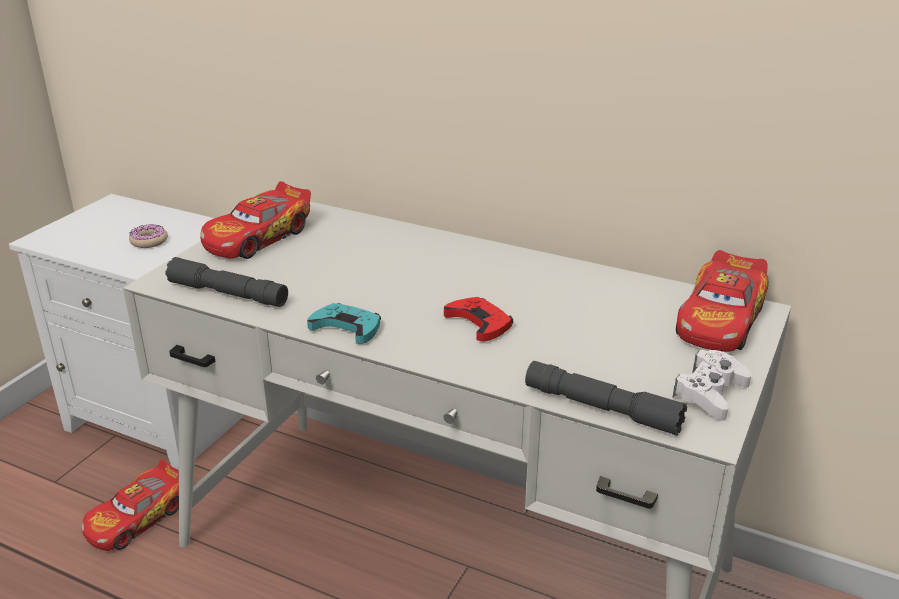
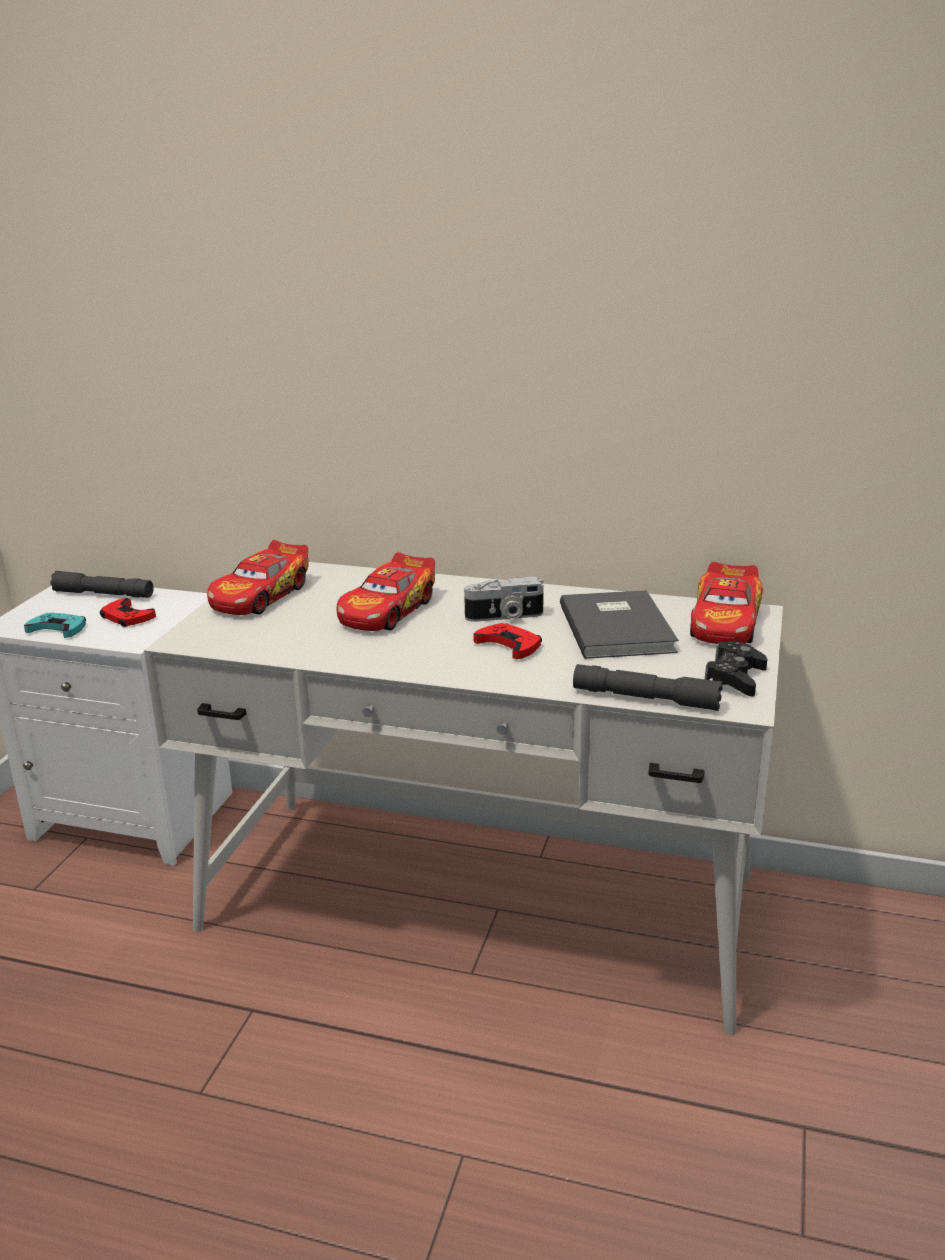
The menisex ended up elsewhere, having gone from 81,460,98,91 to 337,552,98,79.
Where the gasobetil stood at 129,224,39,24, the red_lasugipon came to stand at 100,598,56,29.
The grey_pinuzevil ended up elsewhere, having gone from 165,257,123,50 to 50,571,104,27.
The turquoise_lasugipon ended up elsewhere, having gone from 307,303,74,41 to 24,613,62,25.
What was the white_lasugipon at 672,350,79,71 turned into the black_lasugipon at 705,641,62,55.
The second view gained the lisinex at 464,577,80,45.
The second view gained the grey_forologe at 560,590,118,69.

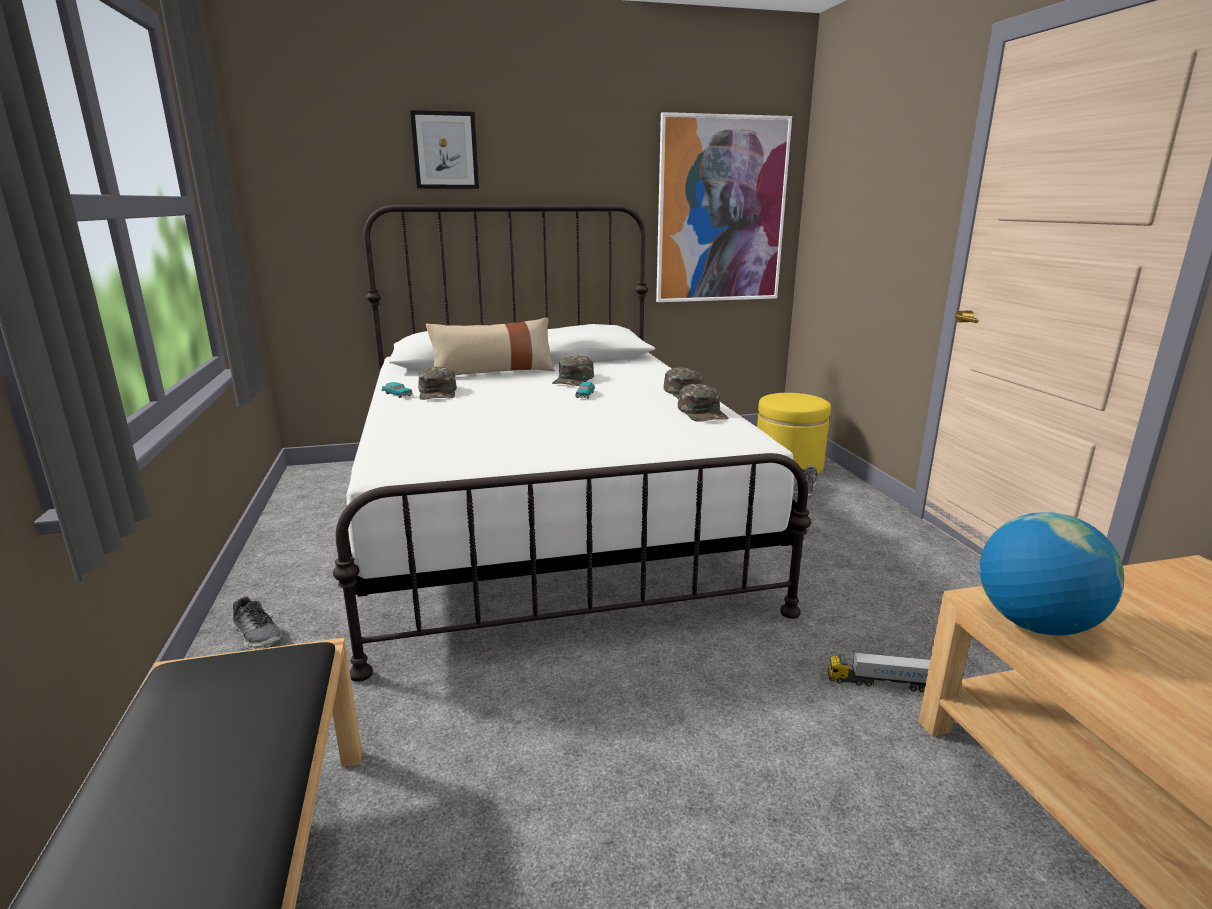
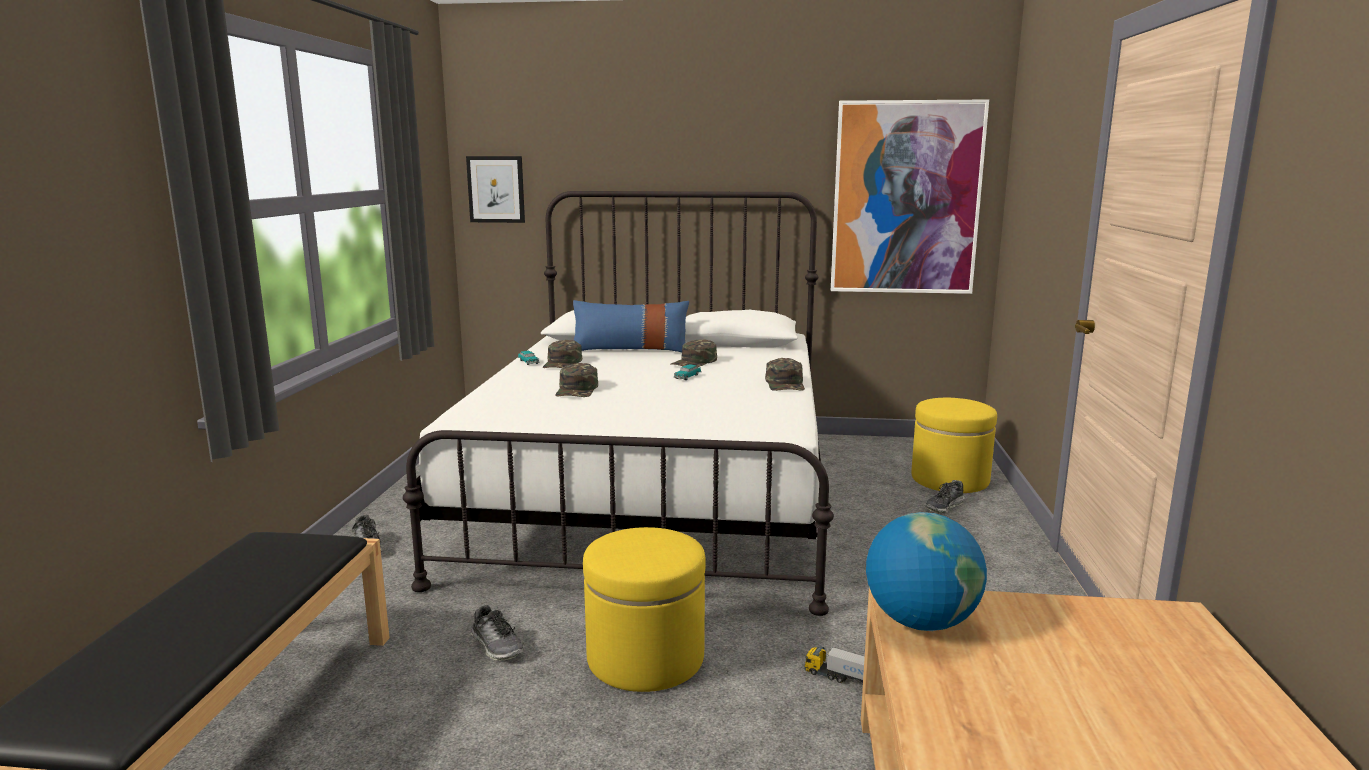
The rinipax ended up elsewhere, having gone from 410,110,69,79 to 466,156,59,67.
What was the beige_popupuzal at 426,317,129,58 turned into the blue_popupuzal at 573,300,116,52.
The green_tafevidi ended up elsewhere, having gone from 678,383,51,39 to 555,363,43,34.
The second view gained the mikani at 471,605,53,56.
The second view gained the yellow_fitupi at 583,527,123,165.

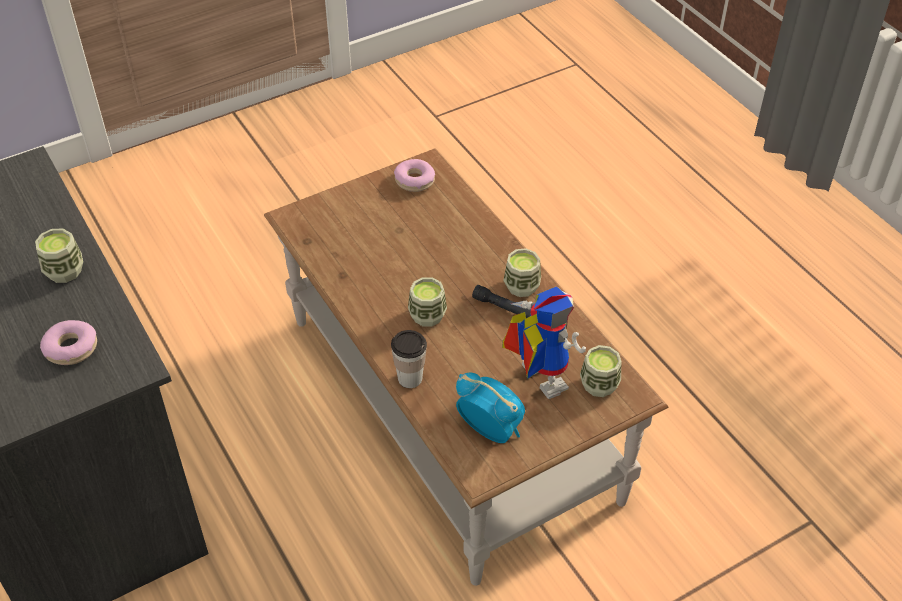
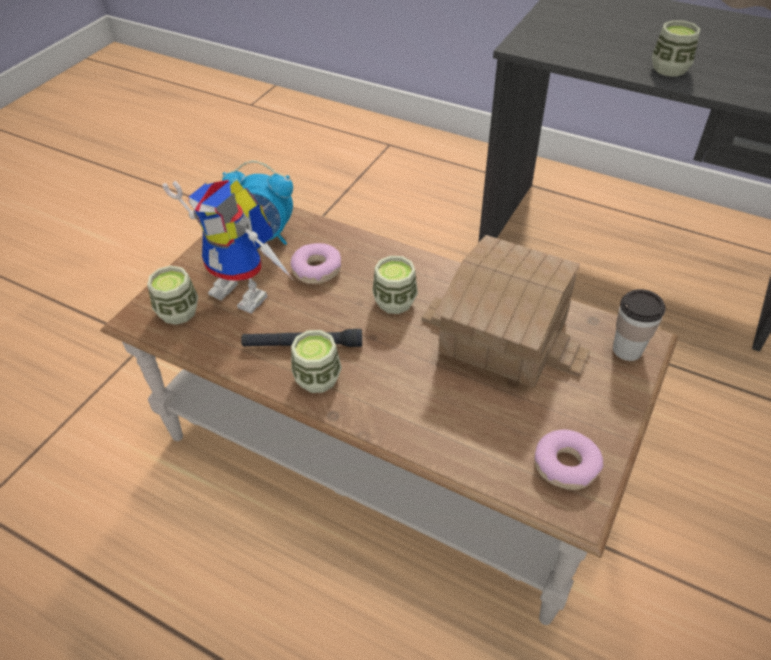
The gasobetil ended up elsewhere, having gone from 40,320,57,45 to 291,243,50,41.
The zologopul ended up elsewhere, having gone from 391,330,36,58 to 613,289,53,72.
The second view gained the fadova at 422,235,168,153.

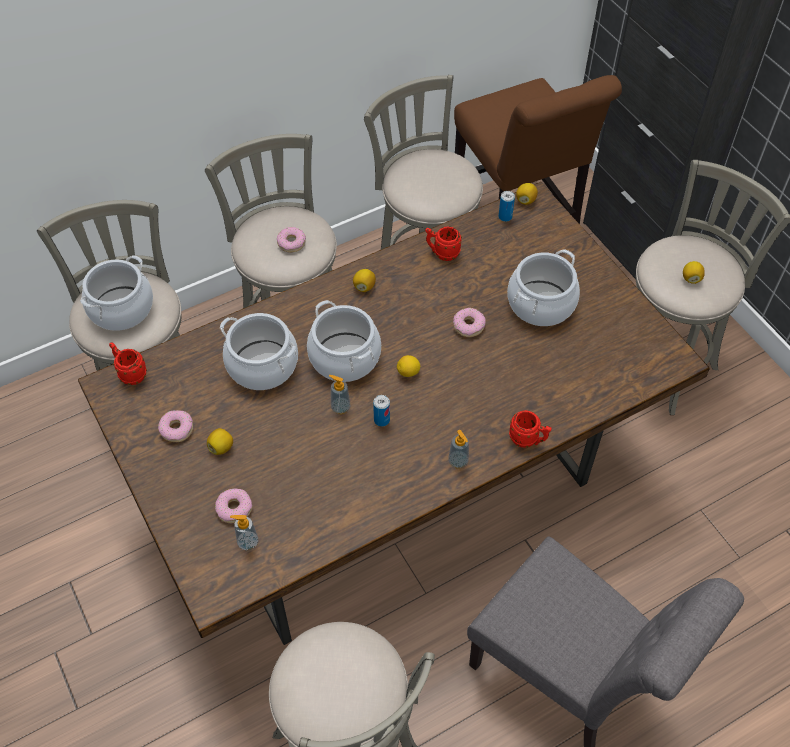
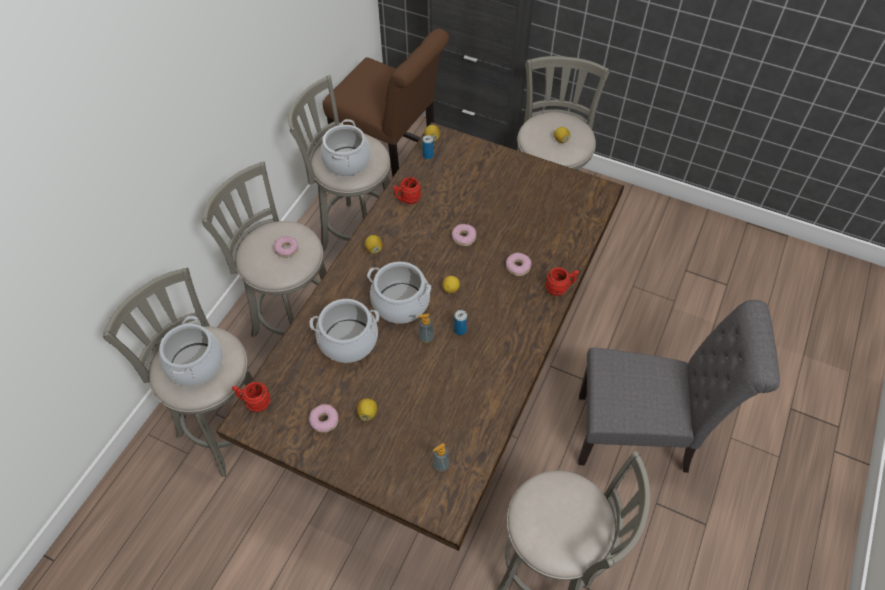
The gasobetil ended up elsewhere, having gone from 215,488,37,35 to 506,253,26,23.
The second view lost the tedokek at 448,430,21,39.
The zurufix ended up elsewhere, having gone from 507,249,73,77 to 320,119,51,57.

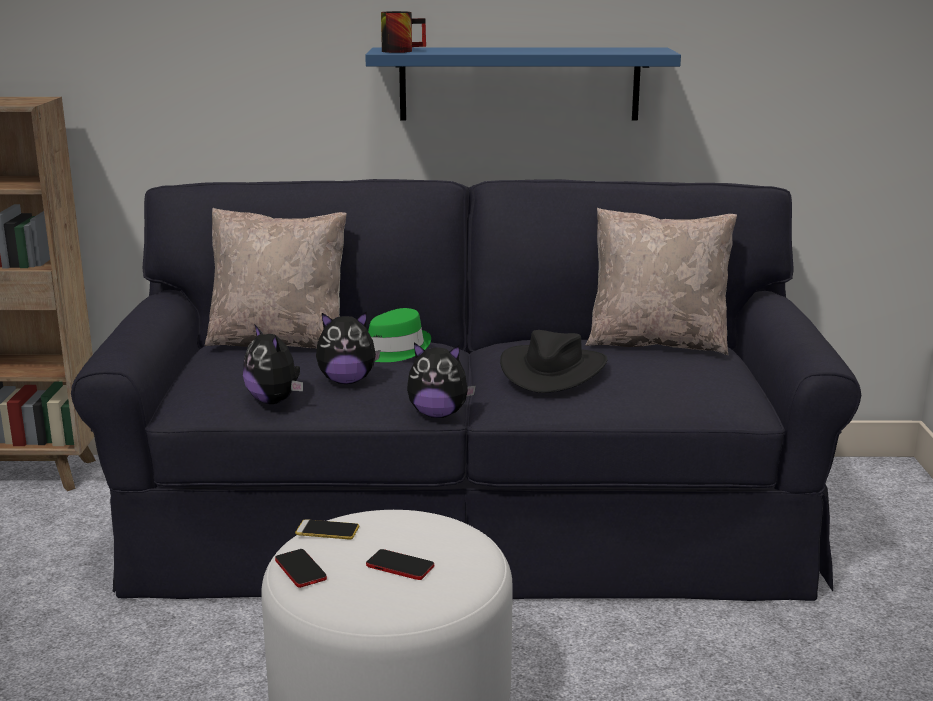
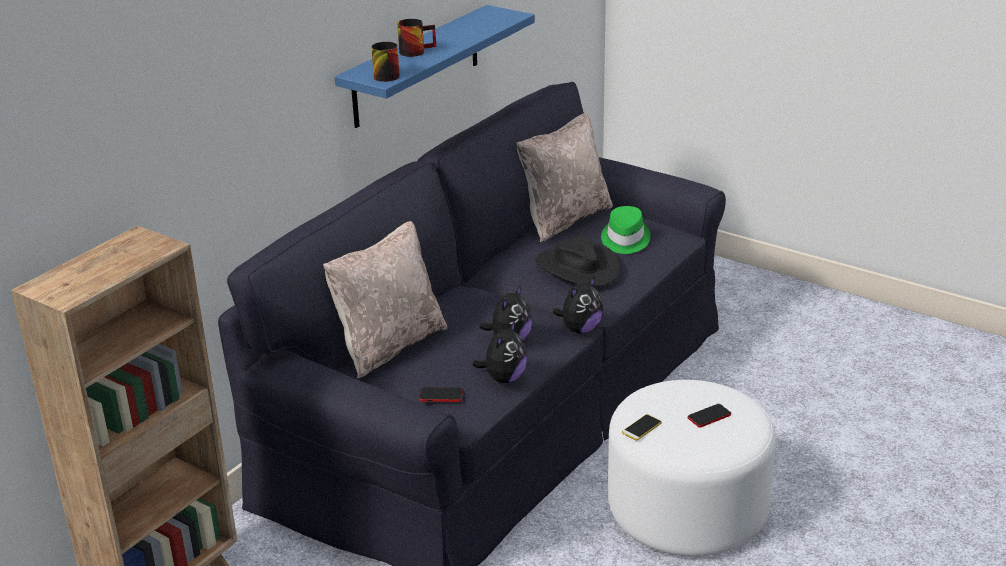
The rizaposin at 243,325,60,79 ended up facing another way, 60 degrees counterclockwise from before.
The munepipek ended up elsewhere, having gone from 275,549,52,39 to 419,387,44,15.
The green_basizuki ended up elsewhere, having gone from 368,308,63,54 to 601,206,50,48.
The second view gained the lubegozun at 397,19,39,38.

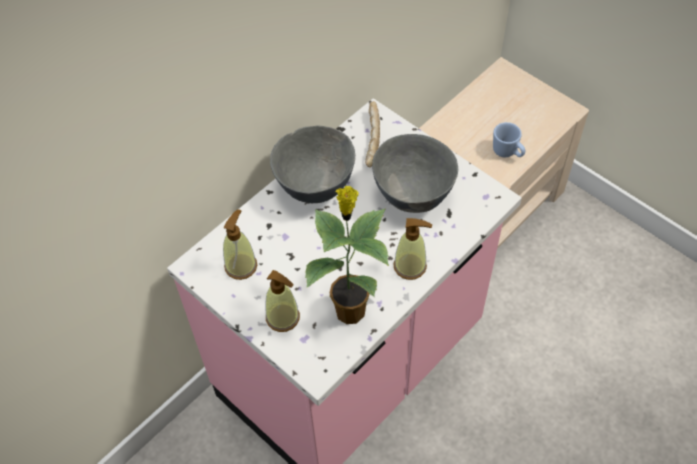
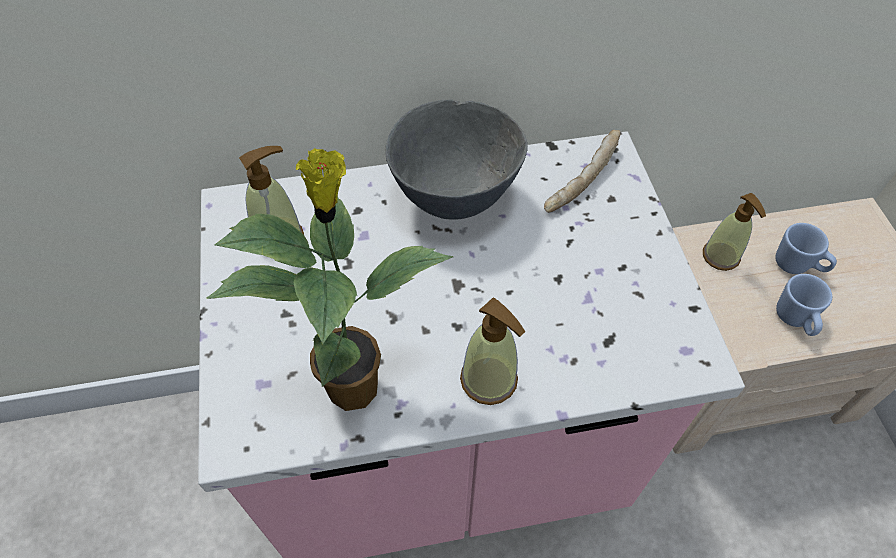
The tedokek ended up elsewhere, having gone from 265,270,35,62 to 703,193,63,78.
The second view lost the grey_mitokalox at 372,134,86,79.
The second view gained the blue_lubegozun at 775,223,62,51.

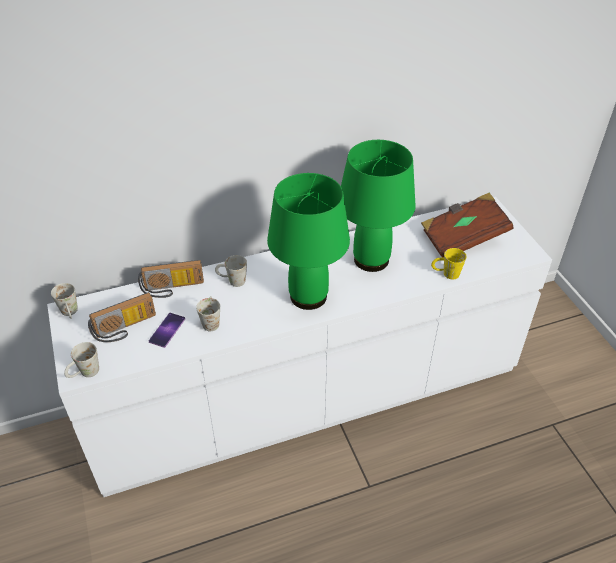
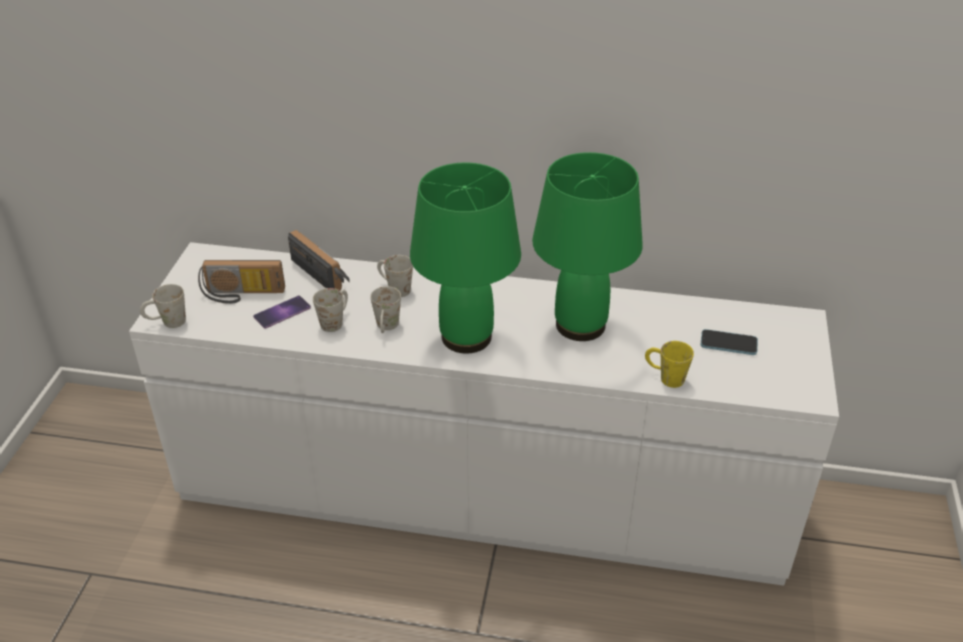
The white_lubegozun ended up elsewhere, having gone from 51,283,27,36 to 370,286,31,47.
The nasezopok at 138,260,66,38 ended up facing another way, 150 degrees counterclockwise from before.
Where the brown_forologe stood at 421,193,92,65, the munepipek came to stand at 700,329,58,26.

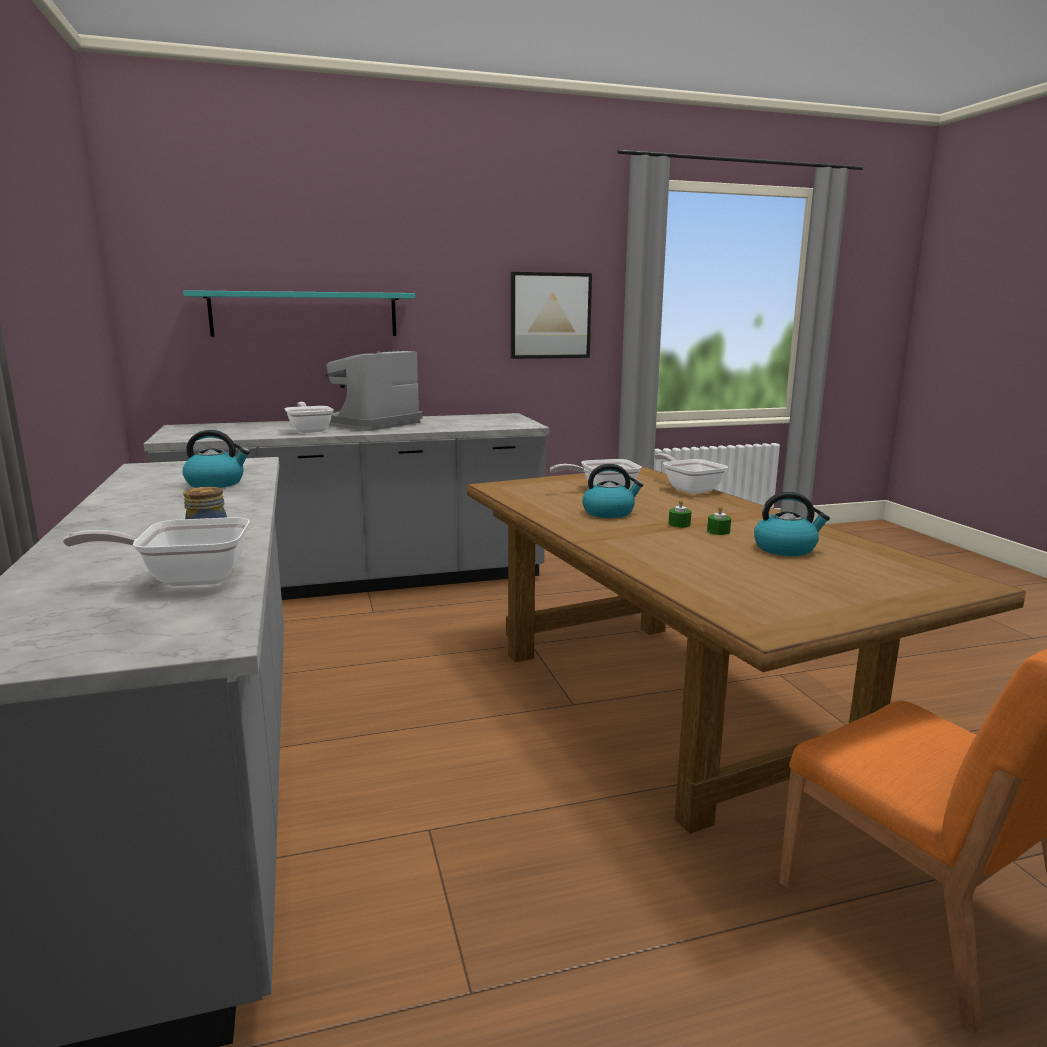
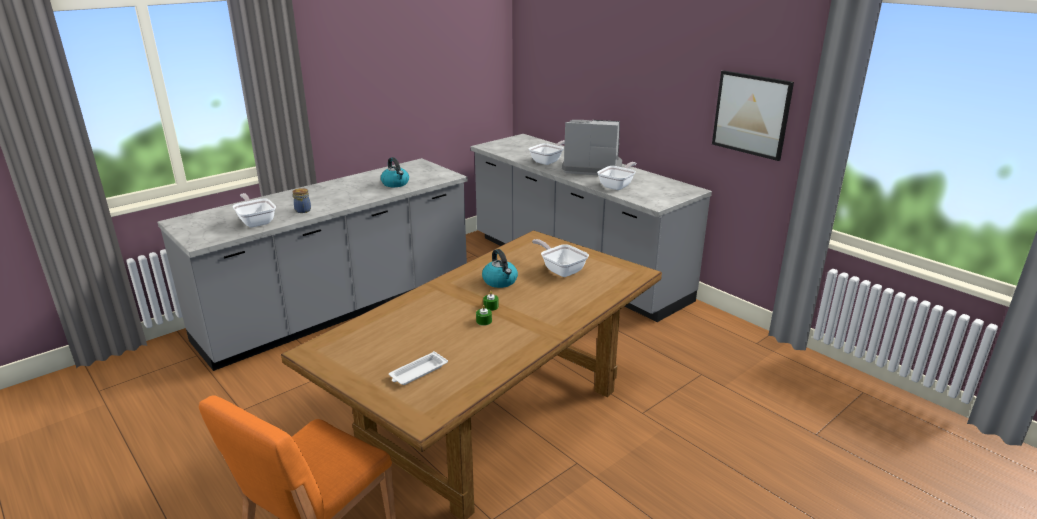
The second view lost the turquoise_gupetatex at 183,290,232,47.
The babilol ended up elsewhere, having gone from 654,453,74,41 to 597,162,39,28.
The second view lost the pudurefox at 754,492,76,64.
The second view gained the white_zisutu at 389,351,59,34.

